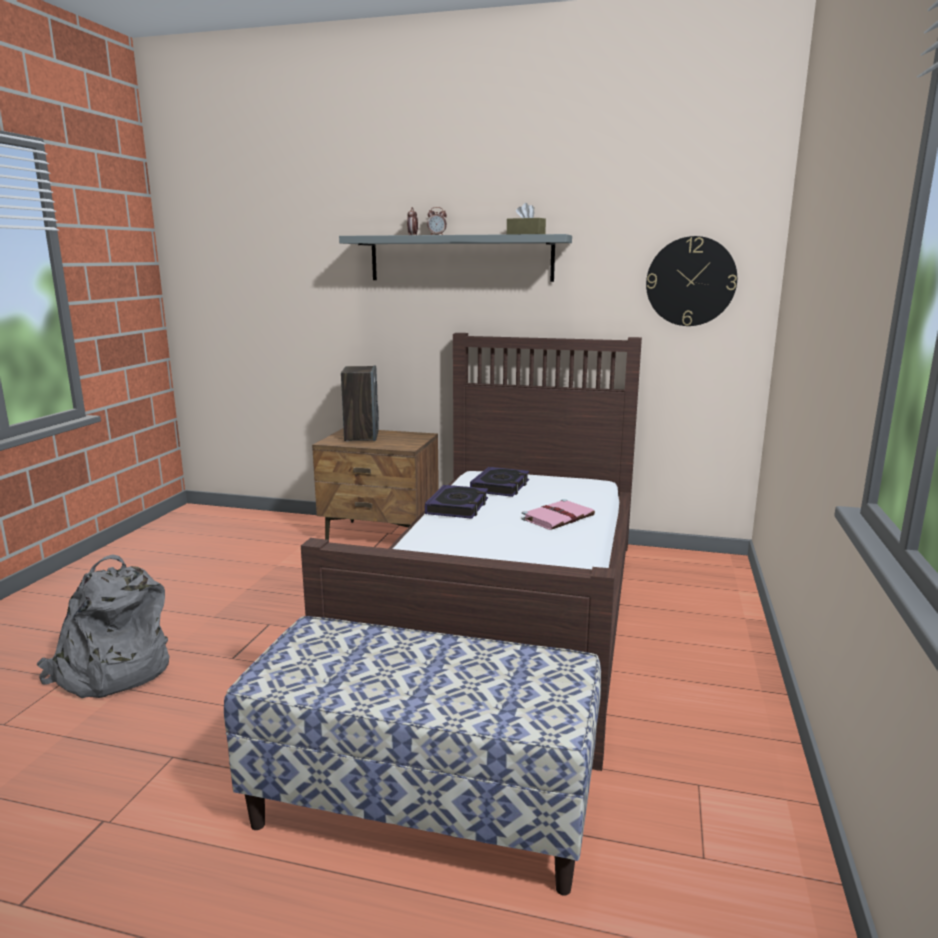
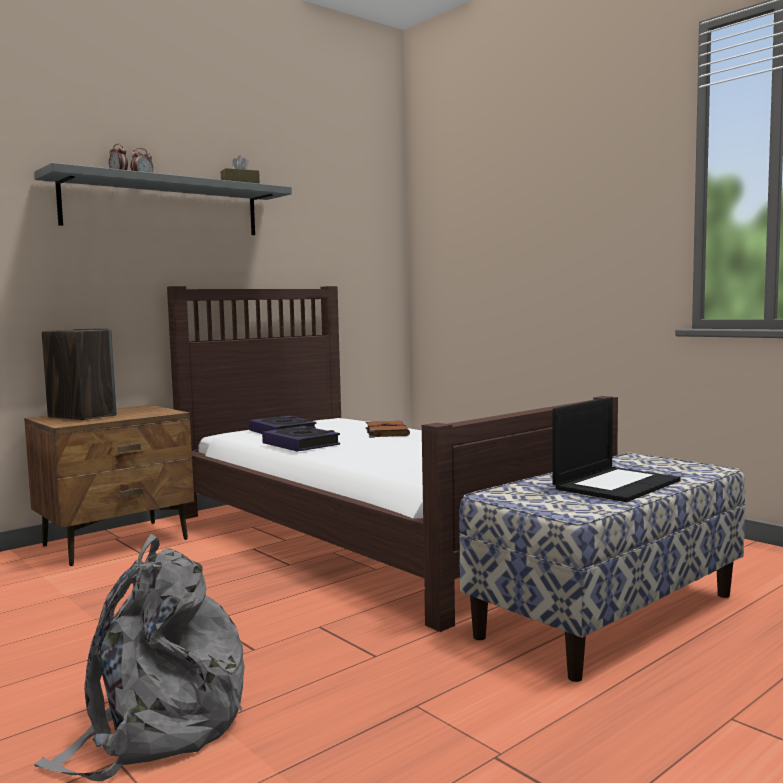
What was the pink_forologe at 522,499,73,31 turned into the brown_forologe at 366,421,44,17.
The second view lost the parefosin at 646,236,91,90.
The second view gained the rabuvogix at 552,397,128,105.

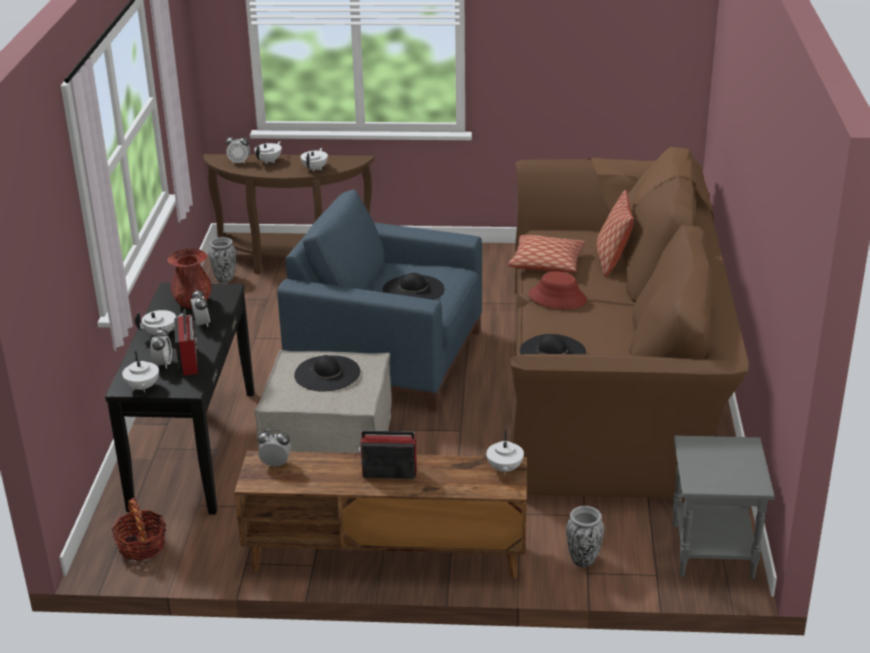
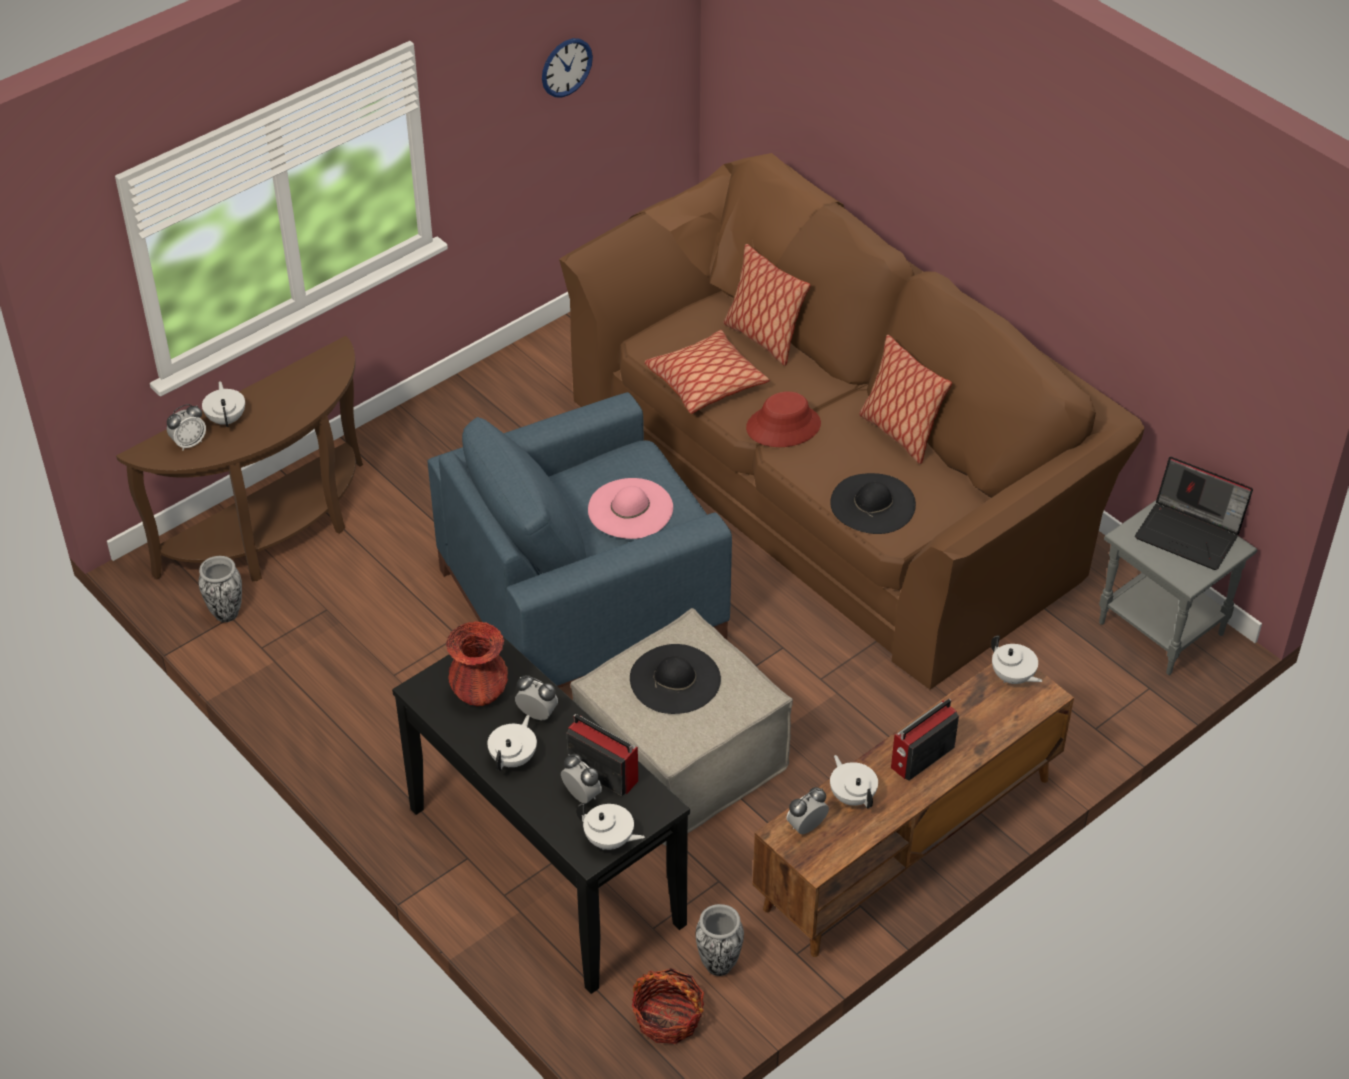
The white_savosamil ended up elsewhere, having gone from 301,148,27,23 to 830,755,48,53.
What was the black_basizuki at 383,273,61,27 turned into the pink_basizuki at 588,478,85,61.
The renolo ended up elsewhere, having gone from 566,506,38,61 to 695,904,49,72.
The second view gained the parefosin at 542,38,51,60.
The second view gained the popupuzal at 859,335,93,129.
The second view gained the rabuvogix at 1135,457,118,113.

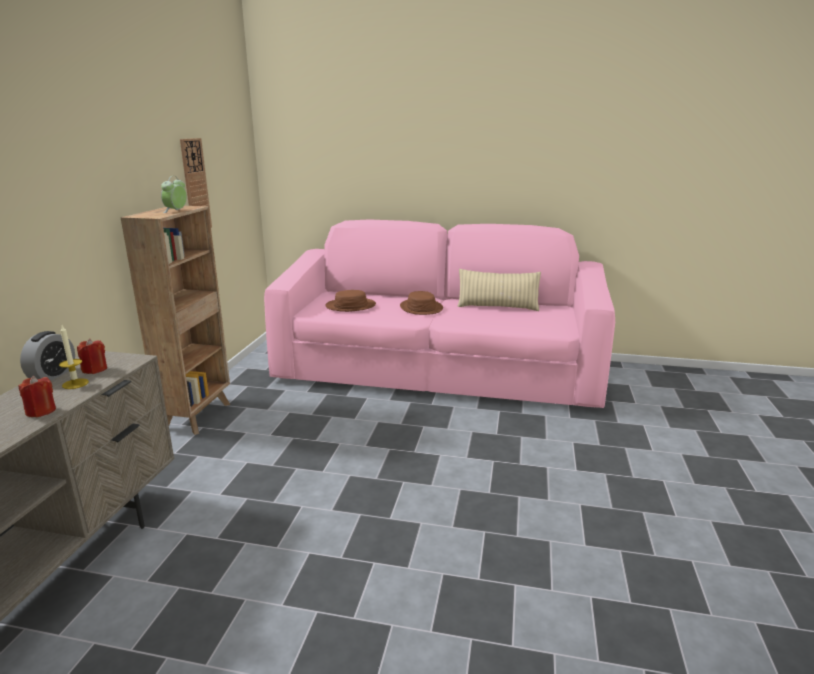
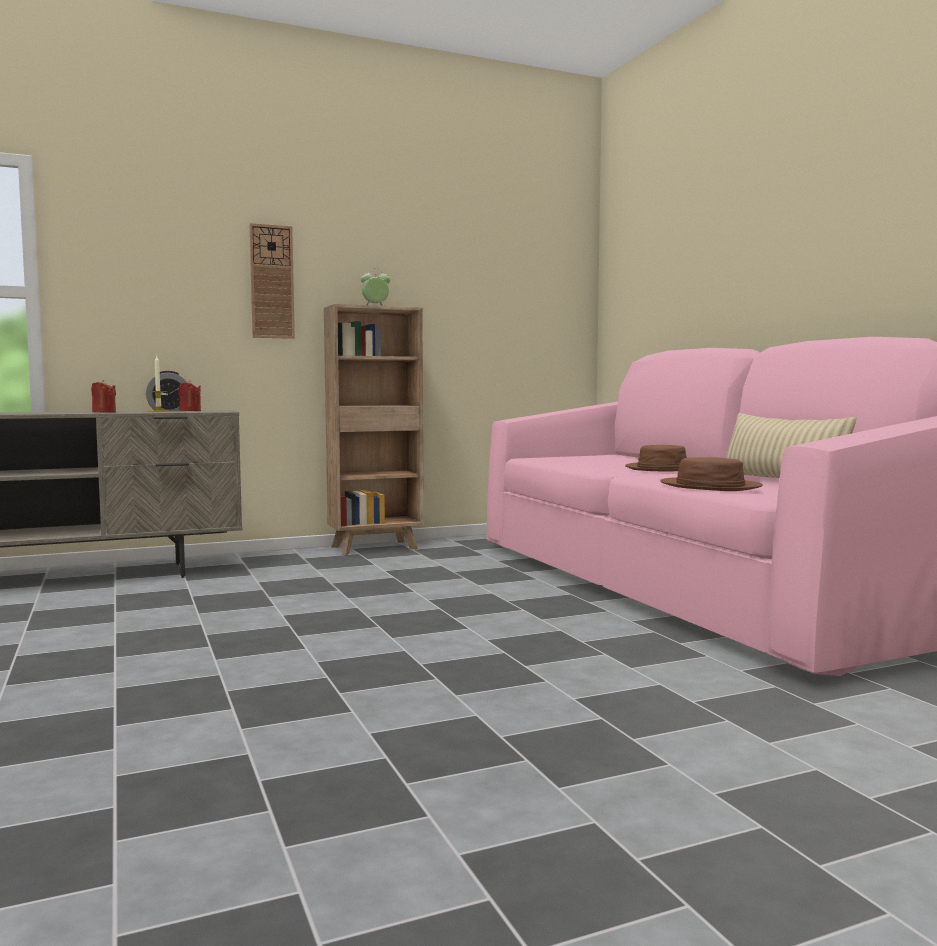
The parefosin ended up elsewhere, having gone from 180,138,32,90 to 250,223,45,116.
The brown_basizuki ended up elsewhere, having gone from 325,290,51,22 to 660,457,103,34.

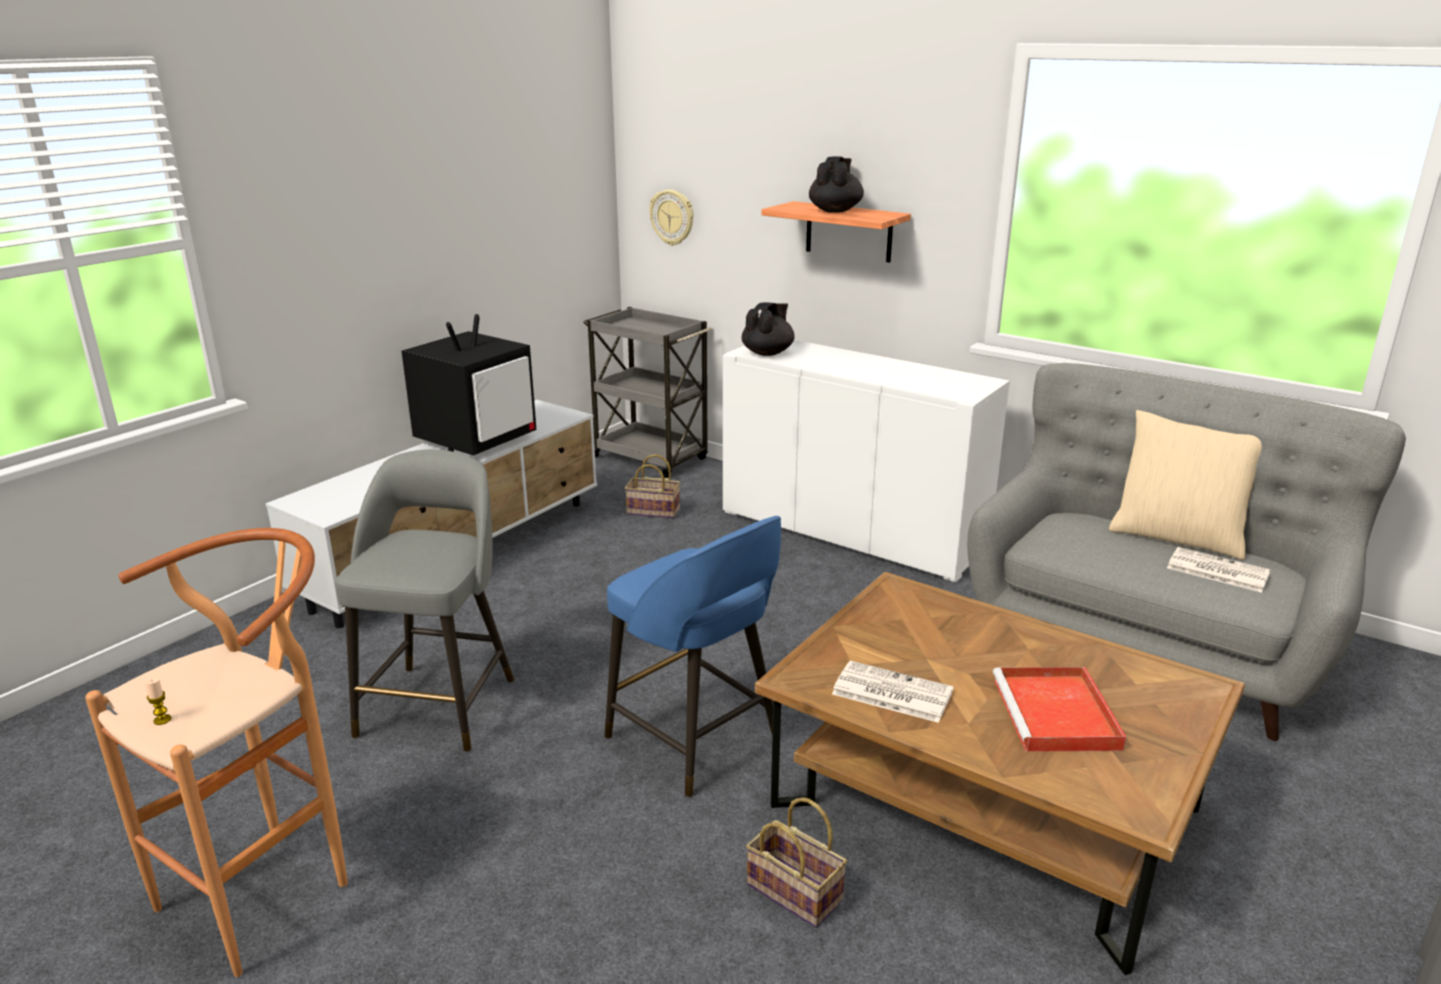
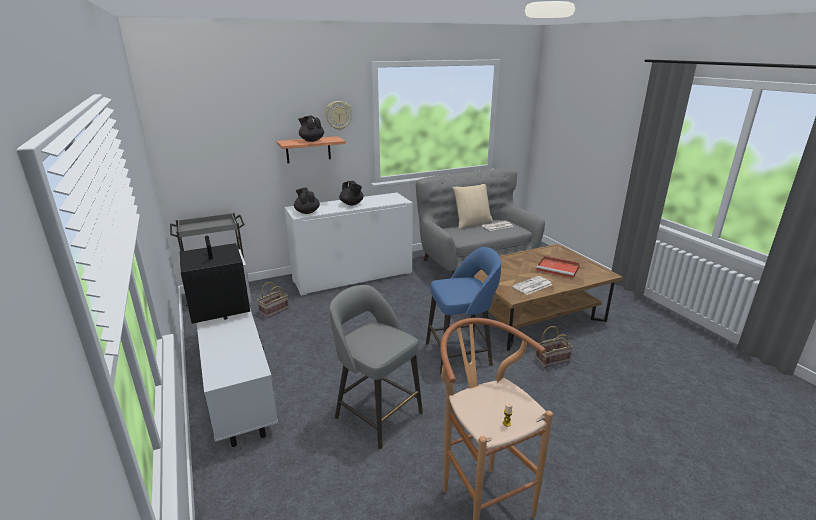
The parefosin ended up elsewhere, having gone from 649,190,44,56 to 325,101,27,29.
The second view gained the black_savosamil at 339,181,25,24.

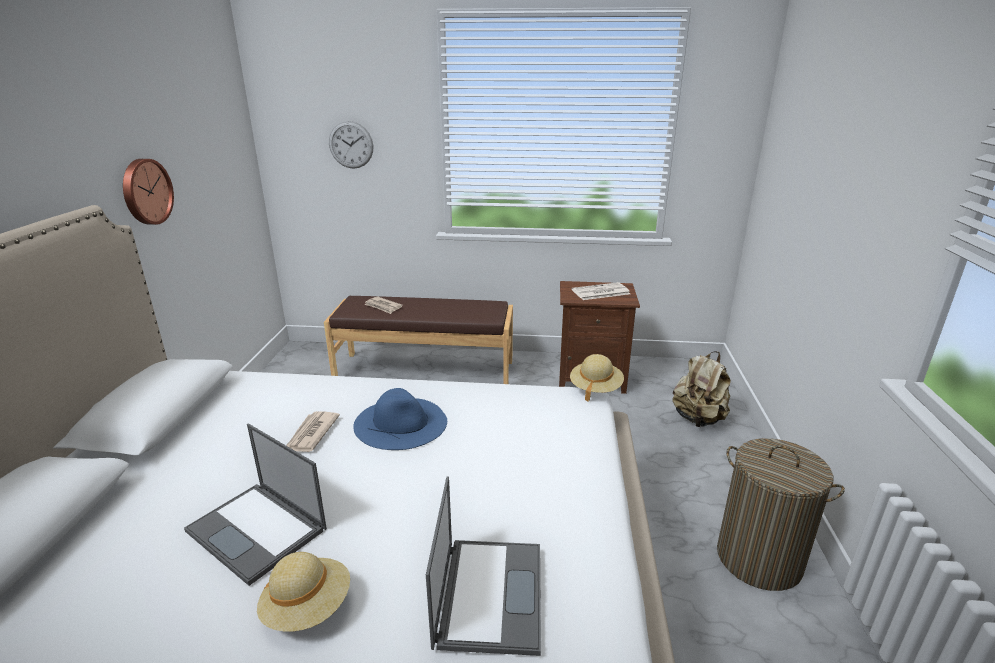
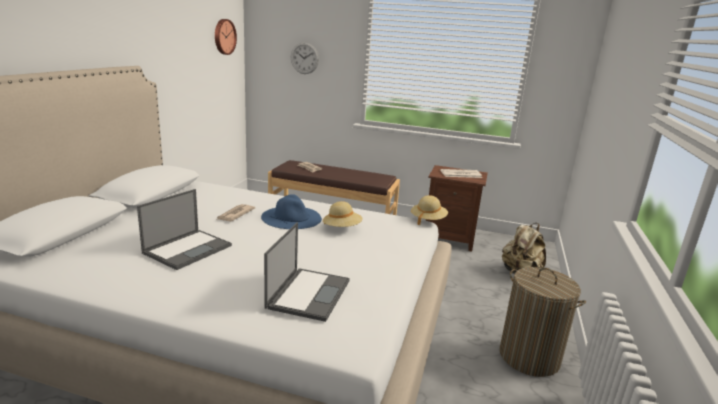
The parefosin ended up elsewhere, having gone from 123,159,51,66 to 215,19,22,36.
The rabuvogix at 184,423,143,163 ended up facing another way, 105 degrees counterclockwise from before.
The beige_basizuki ended up elsewhere, having gone from 257,552,93,80 to 323,201,40,26.

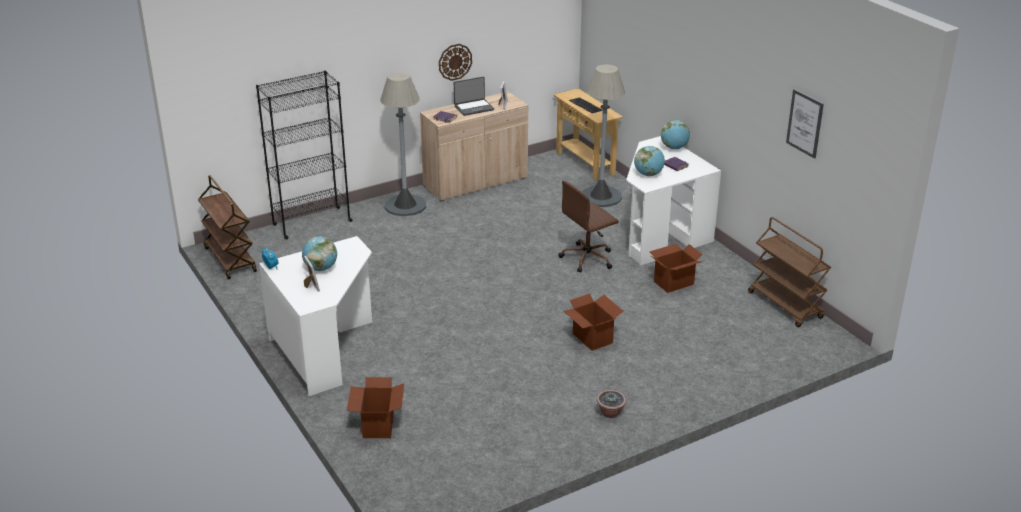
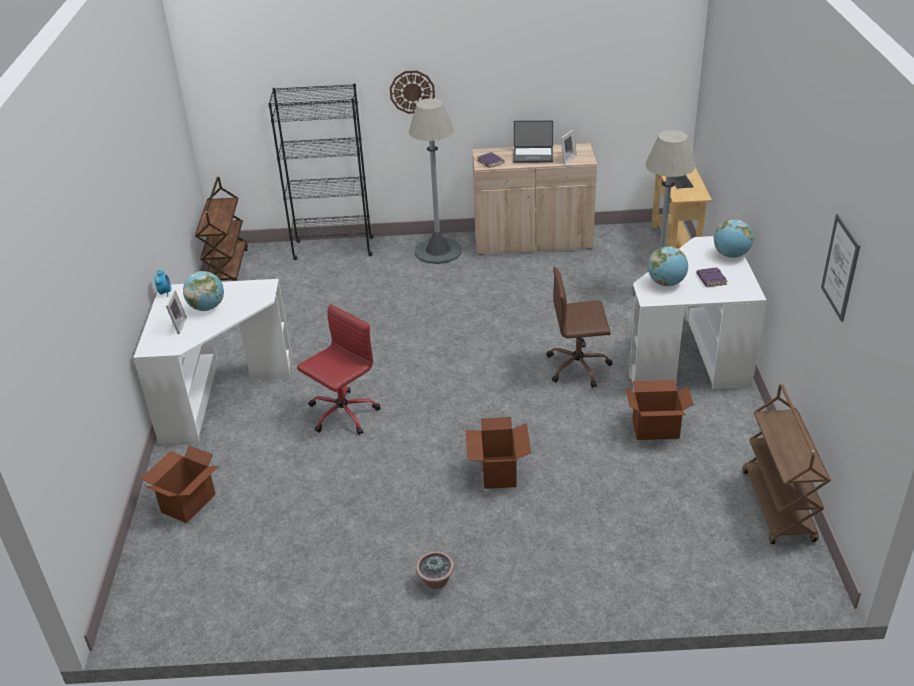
The parefosin ended up elsewhere, having gone from 439,44,33,37 to 390,71,45,43.
The second view gained the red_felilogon at 297,304,83,131.

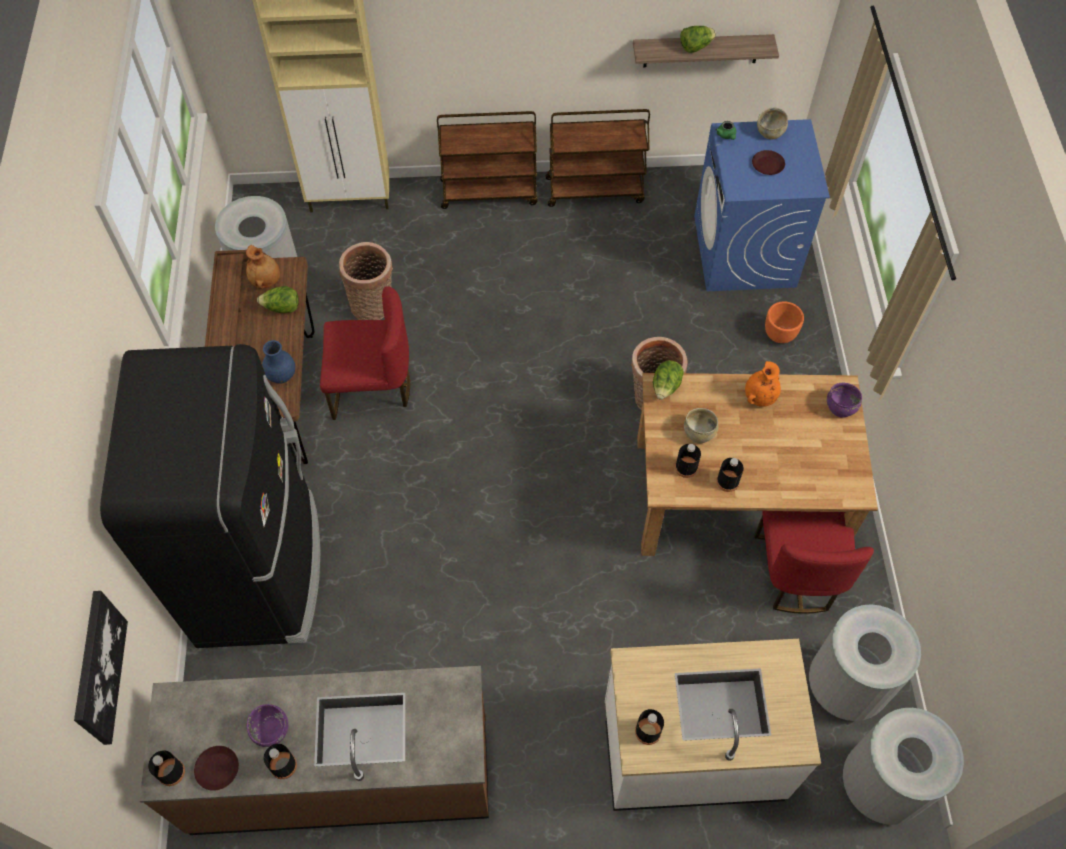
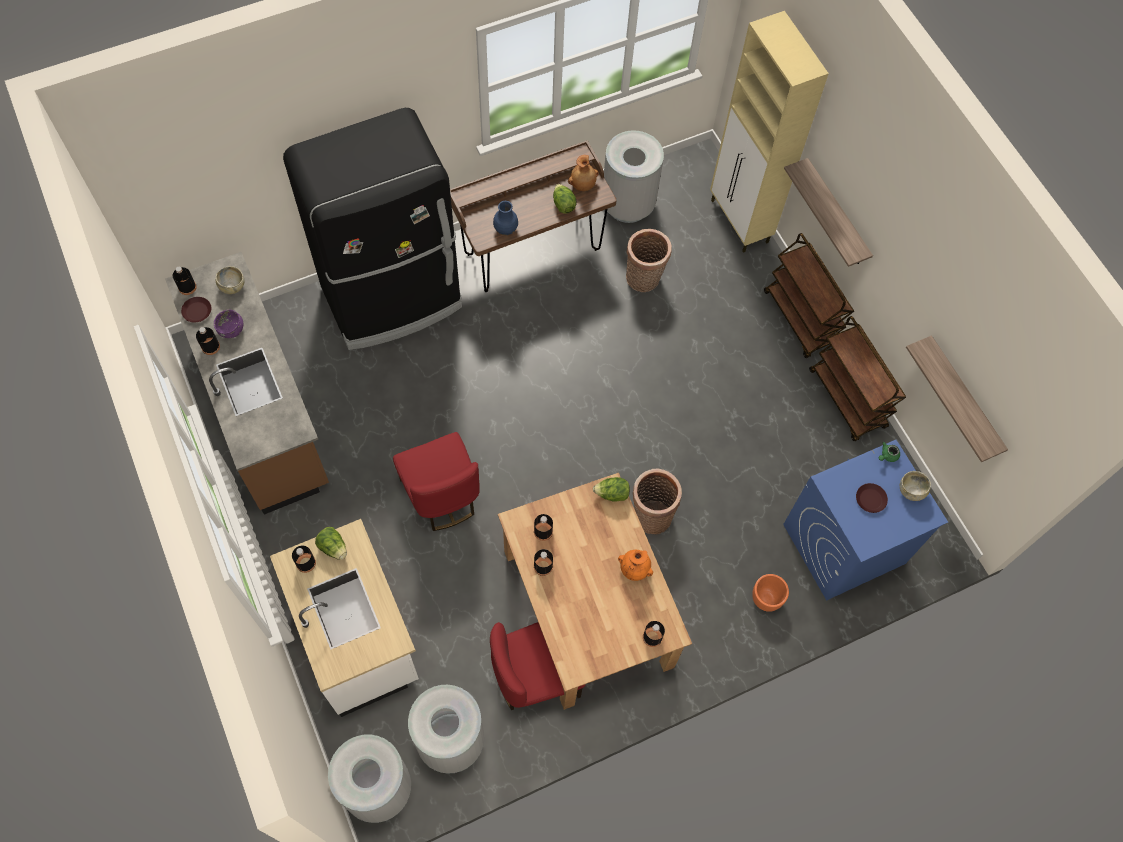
The second view lost the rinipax at 74,591,54,154.
The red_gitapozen ended up elsewhere, having gone from 320,286,90,134 to 393,432,87,99.
The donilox ended up elsewhere, having gone from 680,26,36,27 to 315,527,32,33.
The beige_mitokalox ended up elsewhere, having gone from 684,408,34,35 to 216,266,28,28.
Where the purple_mitokalox stood at 827,383,35,35, the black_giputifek came to stand at 643,621,22,26.
The second view gained the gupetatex at 784,158,89,109.

